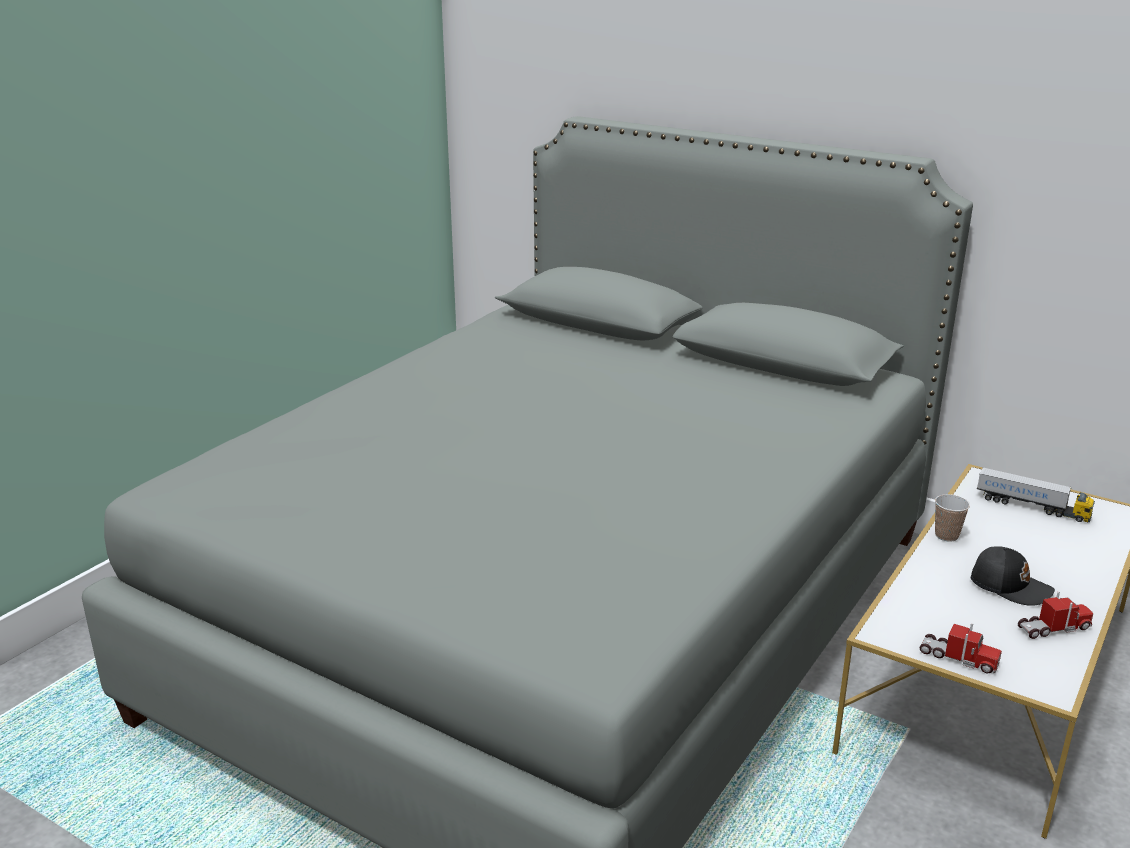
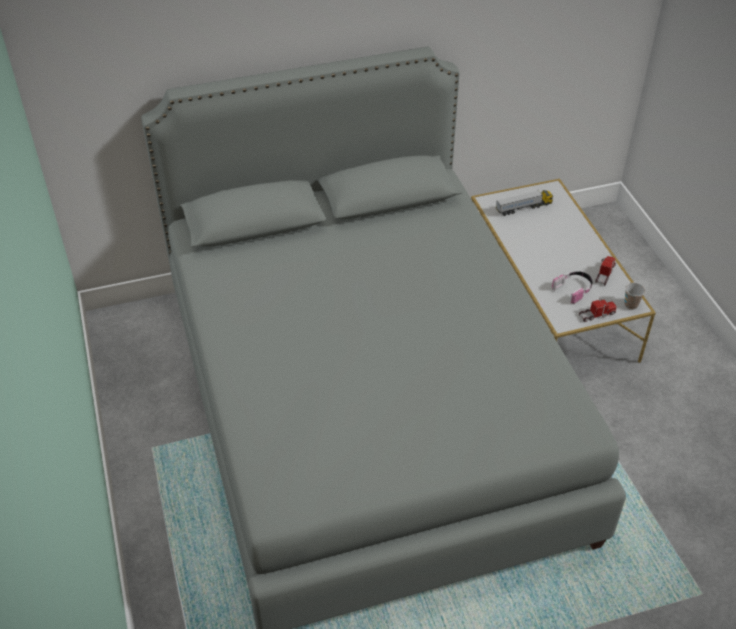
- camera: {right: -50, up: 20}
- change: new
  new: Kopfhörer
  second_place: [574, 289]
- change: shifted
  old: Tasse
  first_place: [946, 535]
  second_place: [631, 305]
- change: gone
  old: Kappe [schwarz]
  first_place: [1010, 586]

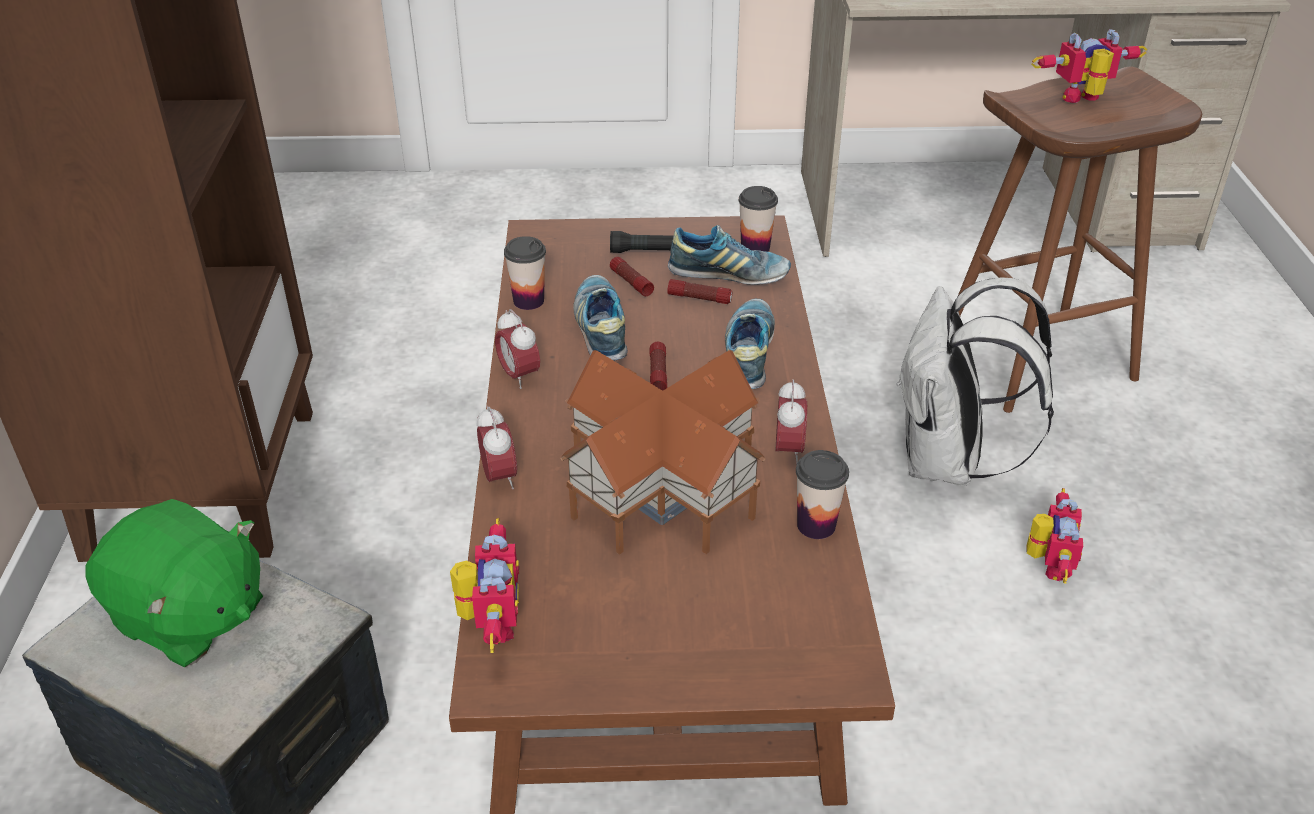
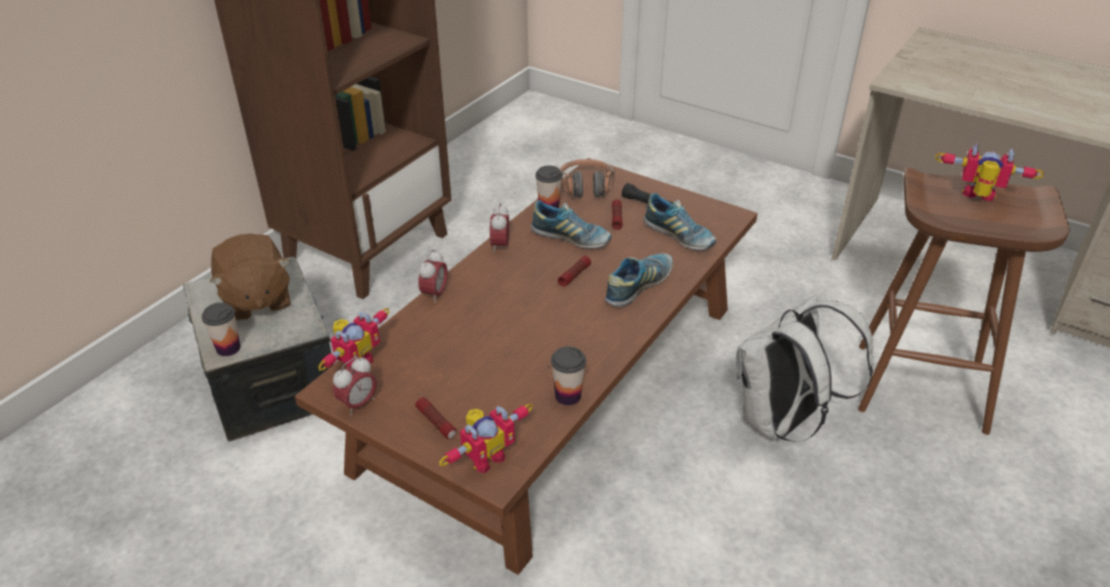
- camera: {right: 35, up: 0}
- change: shifted
  old: Tasse
  first_place: [755, 247]
  second_place: [228, 348]
- change: repainted
  old: Plüschtier [grün]
  new: Plüschtier [braun]
  first_place: [190, 618]
  second_place: [256, 300]
- change: shifted
  old: Wecker
  first_place: [788, 450]
  second_place: [358, 404]
- change: shifted
  old: Taschenlampe
  first_place: [699, 298]
  second_place: [436, 423]
- change: shifted
  old: Spielzeugroboter
  first_place: [1046, 565]
  second_place: [485, 457]
- change: rotated
  old: Schuh
  first_place: [601, 329]
  second_place: [571, 238]
  degrees: 90
- change: new
  new: Kopfhörer
  second_place: [586, 187]
- change: gone
  old: Spielzeughaus
  first_place: [658, 490]

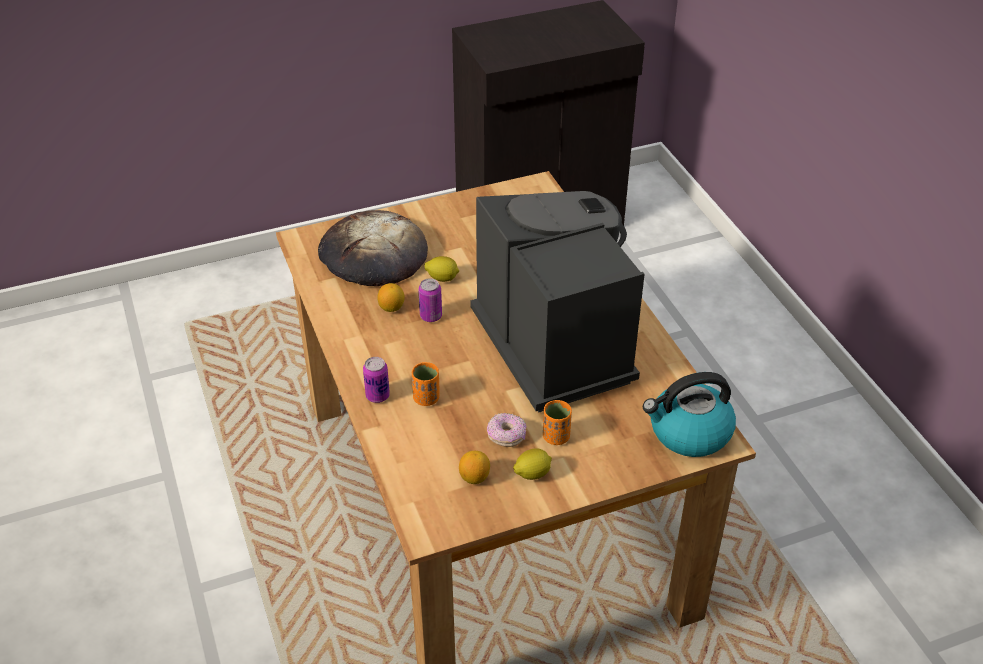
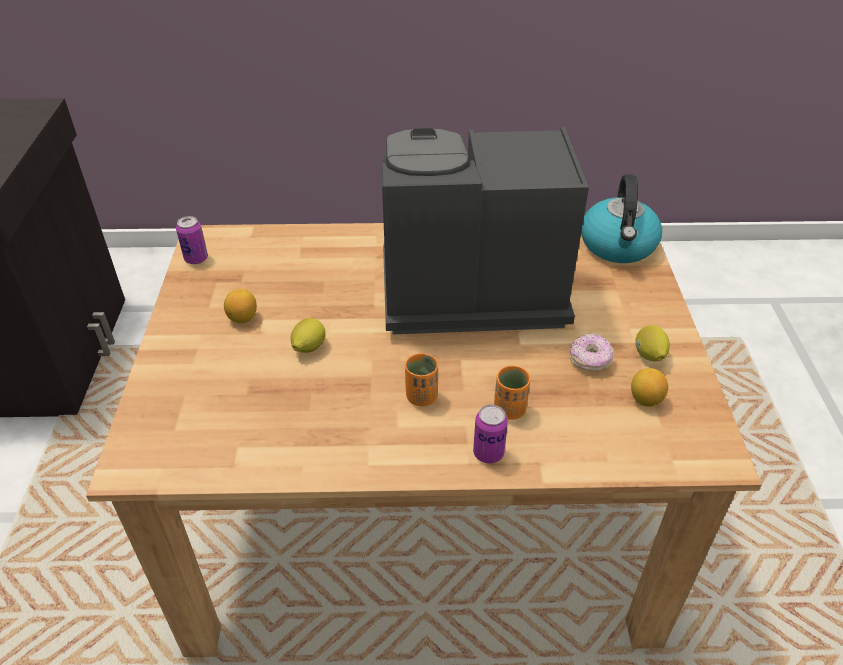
- camera: {right: -70, up: 0}
- change: shifted
  old: Dose
  first_place: [431, 316]
  second_place: [196, 259]
- change: shifted
  old: Zitrone
  first_place: [391, 308]
  second_place: [242, 318]
- change: shifted
  old: Tasse [orange]
  first_place: [556, 437]
  second_place: [421, 397]
- change: gone
  old: Brot
  first_place: [373, 255]

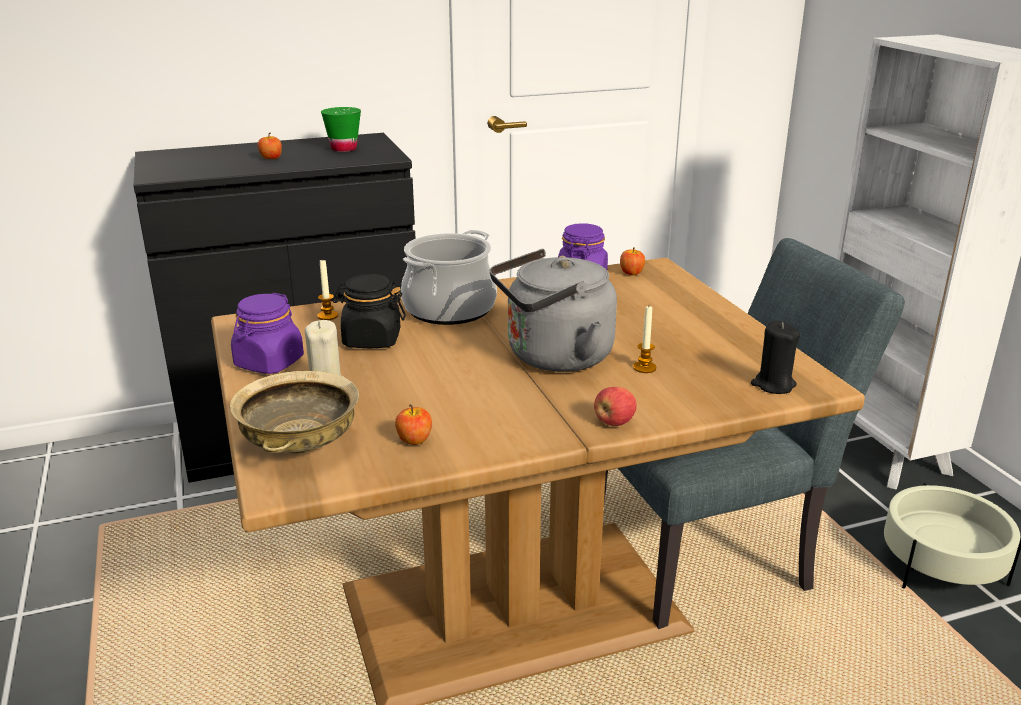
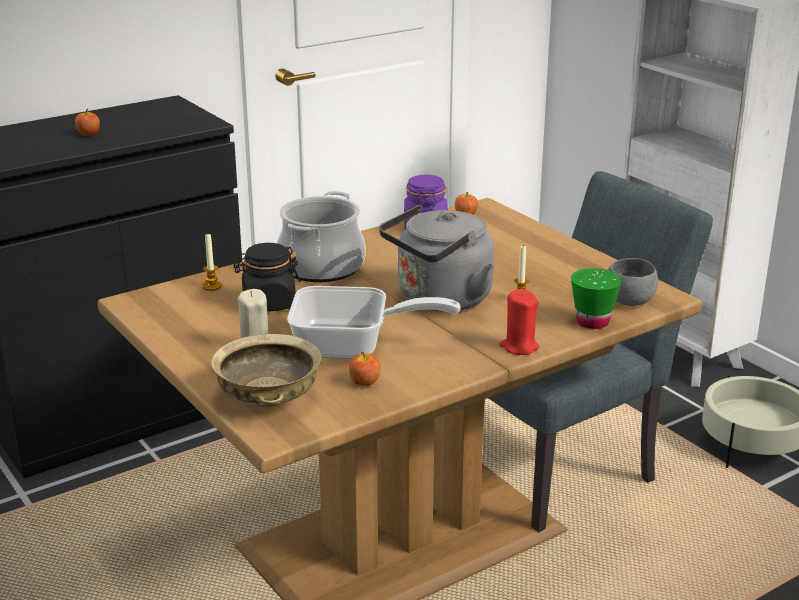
- camera: {right: -15, up: 0}
- change: new
  new: Pfanne
  second_place: [353, 346]
- change: swapped
  old: Apfel
  new: Kerze [rot]
  first_place: [614, 422]
  second_place: [519, 347]
- change: shifted
  old: Tasse [grün]
  first_place: [344, 149]
  second_place: [592, 322]
- change: swapped
  old: Kerze [schwarz]
  new: Schüssel [grau]
  first_place: [773, 385]
  second_place: [629, 301]
- change: gone
  old: Vorratsglas [lila]
  first_place: [269, 363]

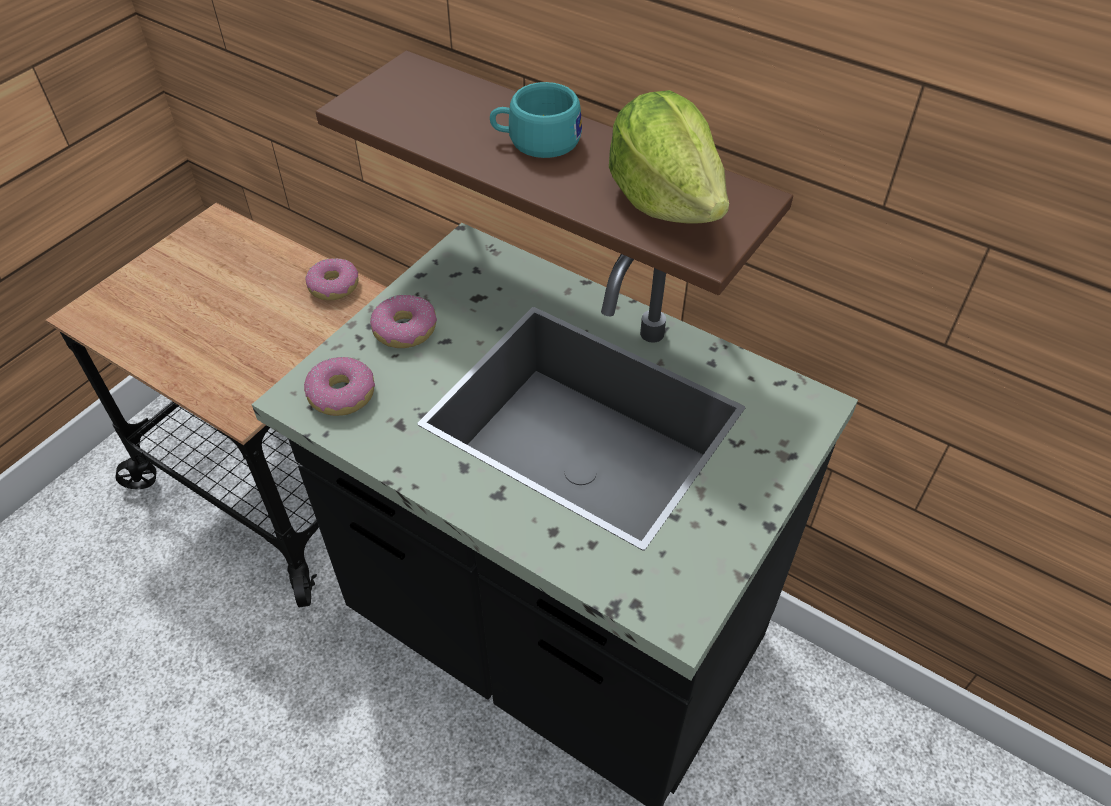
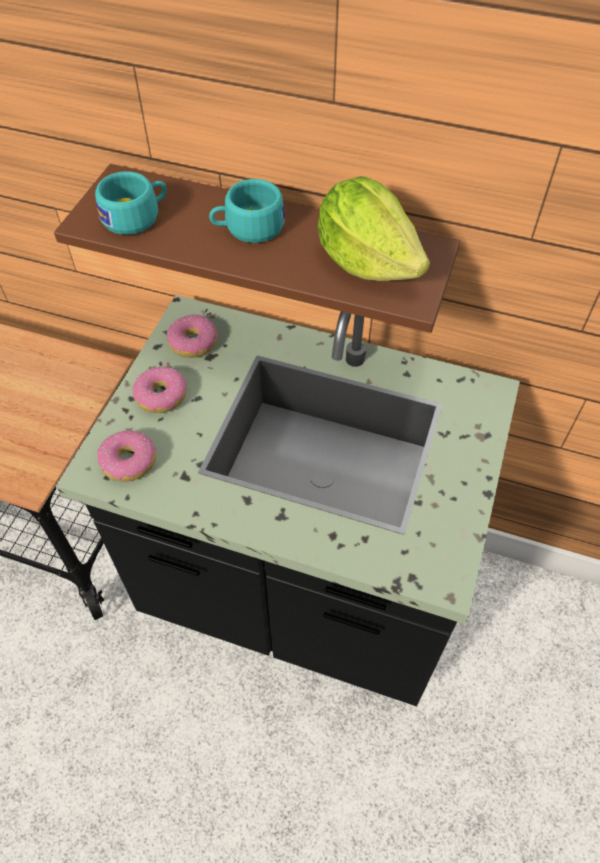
- camera: {right: -15, up: 5}
- change: new
  new: Tasse [türkis]
  second_place: [137, 216]
- change: shifted
  old: Donut
  first_place: [334, 287]
  second_place: [193, 343]

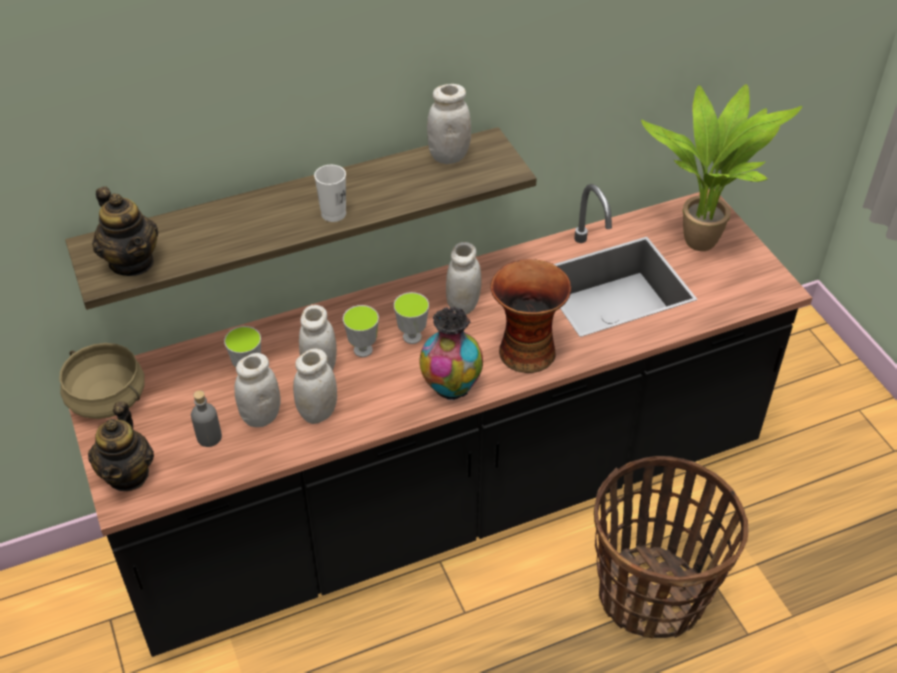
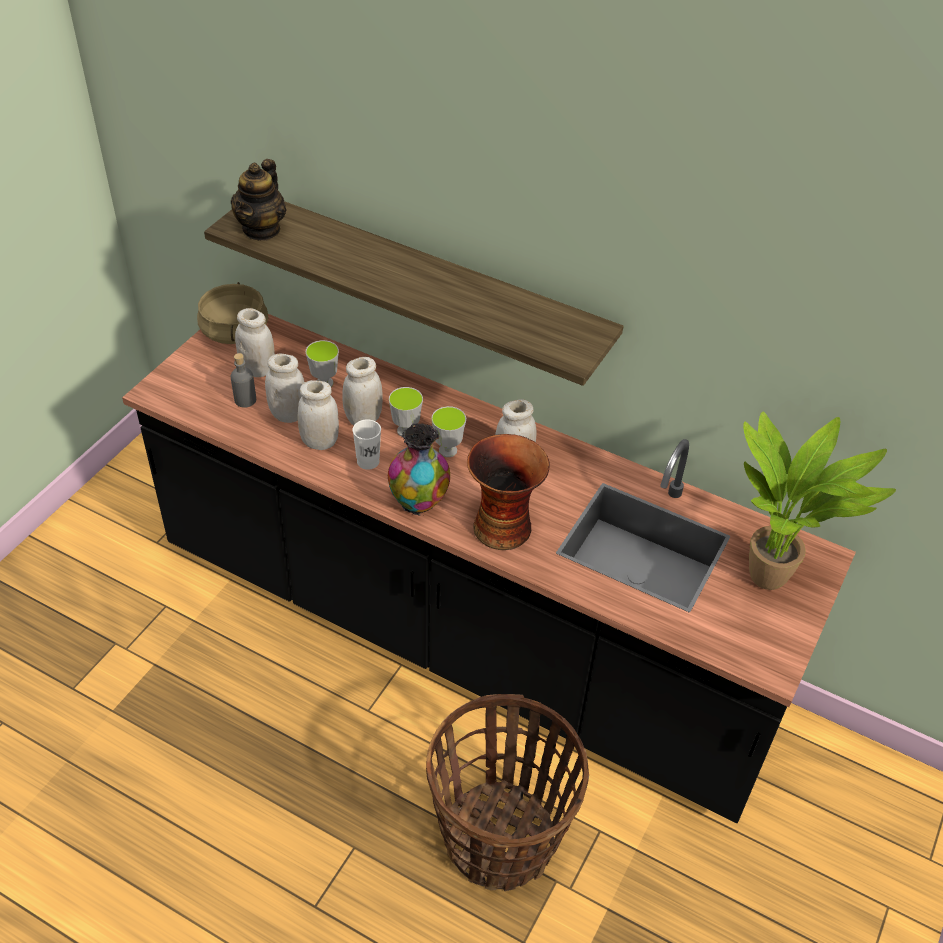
- camera: {right: 50, up: 0}
- change: shifted
  old: Vorratsglas [weiß]
  first_place: [448, 156]
  second_place: [258, 369]
- change: shifted
  old: Tasse [weiß]
  first_place: [333, 214]
  second_place: [368, 461]
- change: gone
  old: Teekanne
  first_place: [128, 474]

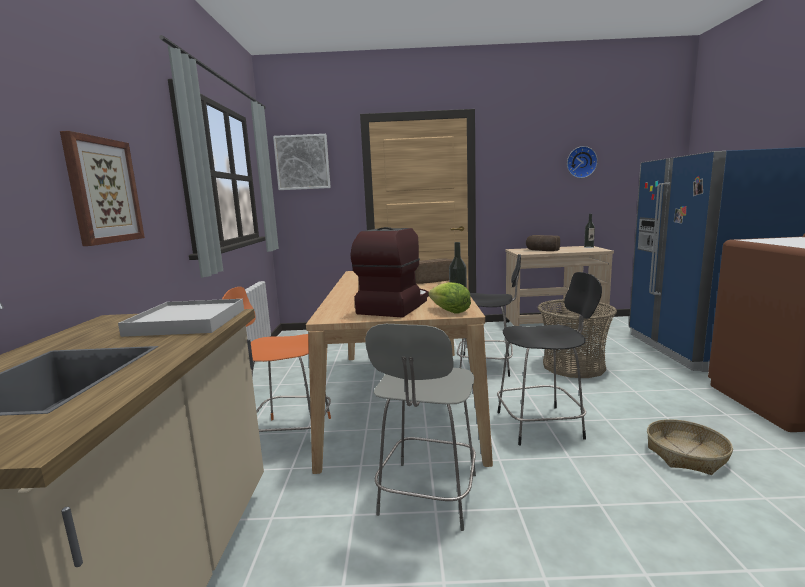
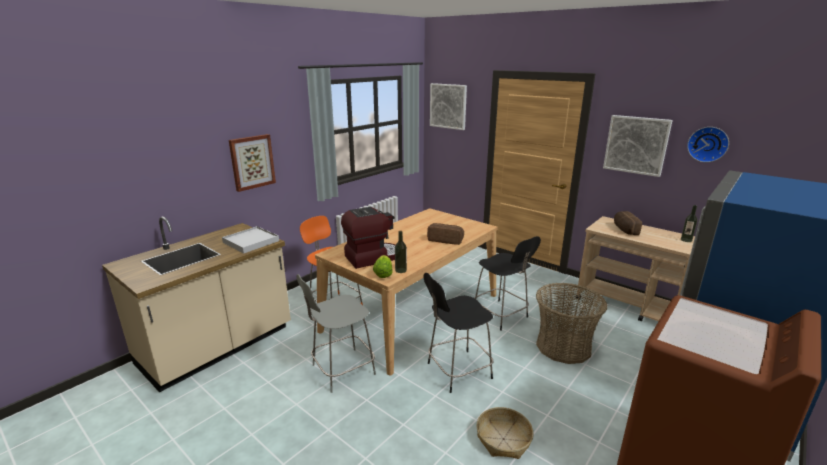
- camera: {right: 40, up: 10}
- change: rotated
  old: Stuhl [schwarz]
  first_place: [542, 424]
  second_place: [457, 371]
  degrees: 120
- change: new
  new: Bild
  second_place: [636, 145]

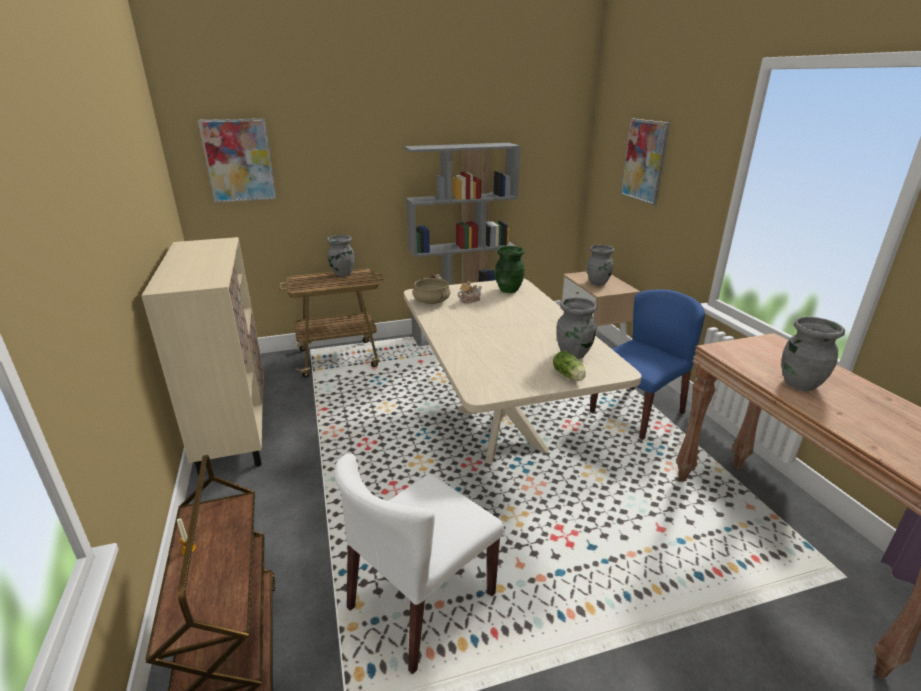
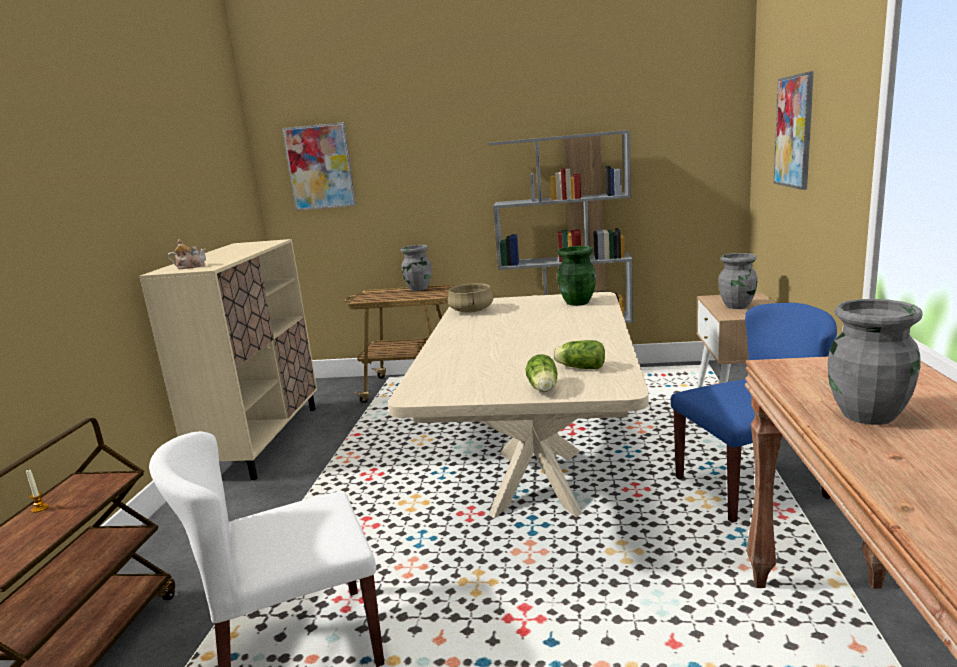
- camera: {right: 25, up: -10}
- change: shifted
  old: Teekanne
  first_place: [469, 300]
  second_place: [190, 267]
- change: swapped
  old: Vase [grau]
  new: Salatkopf
  first_place: [574, 354]
  second_place: [579, 367]

